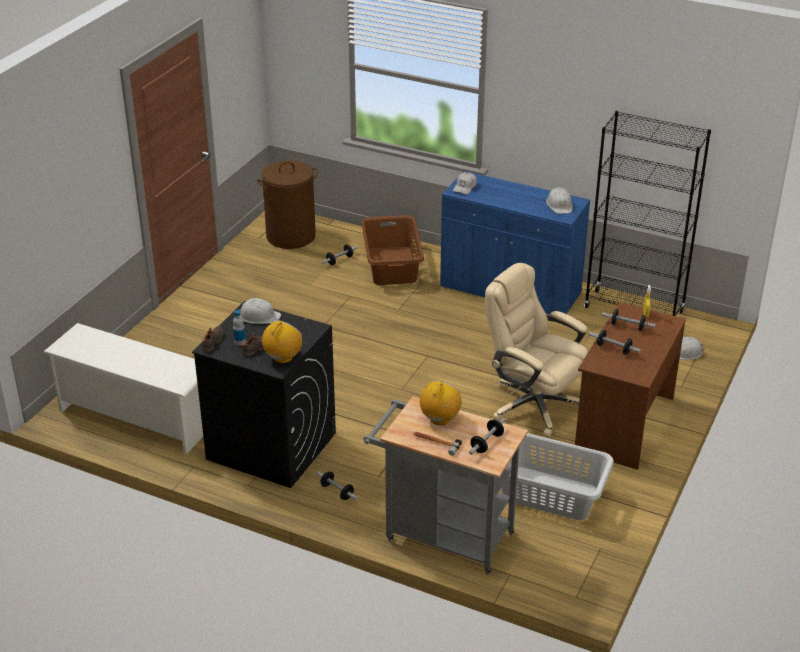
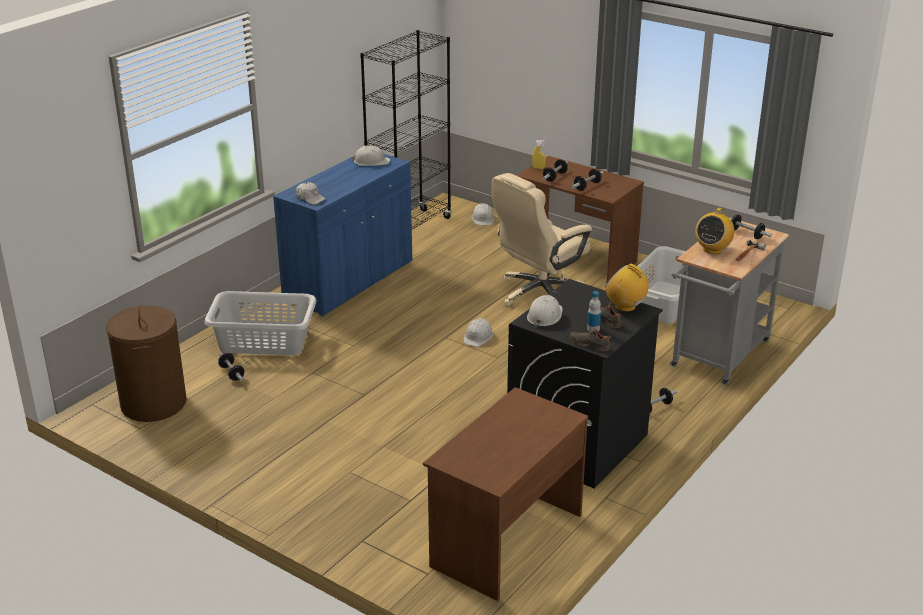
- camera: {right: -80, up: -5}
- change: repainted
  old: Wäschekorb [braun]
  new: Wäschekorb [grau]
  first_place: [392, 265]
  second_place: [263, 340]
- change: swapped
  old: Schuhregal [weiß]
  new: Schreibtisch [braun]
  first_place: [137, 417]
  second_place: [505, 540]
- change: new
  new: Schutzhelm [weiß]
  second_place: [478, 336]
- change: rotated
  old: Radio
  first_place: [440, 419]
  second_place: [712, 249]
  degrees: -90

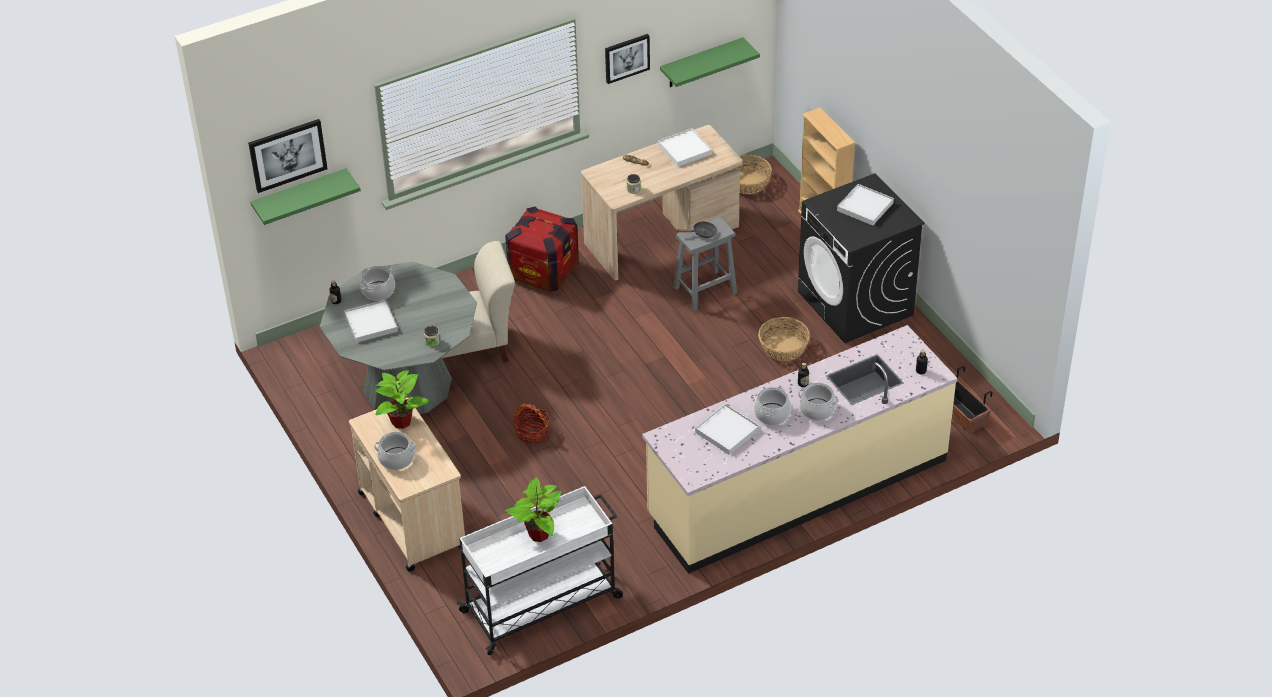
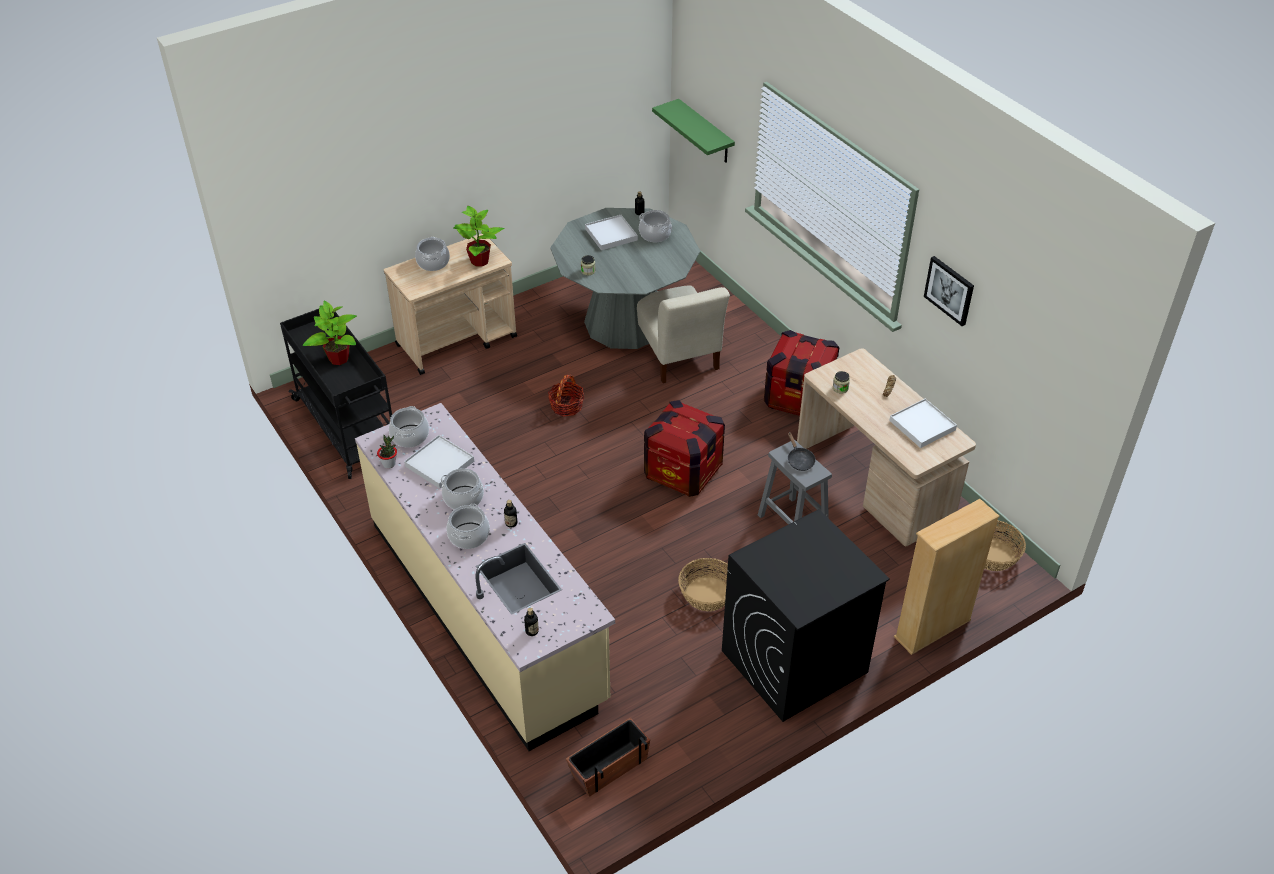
- camera: {right: 85, up: 0}
- change: repainted
  old: Rollwagen [weiß]
  new: Rollwagen [schwarz]
  first_place: [543, 604]
  second_place: [348, 428]
- change: new
  new: Topfpflanze
  second_place: [389, 464]
- change: new
  new: Kochtopf
  second_place: [409, 436]
- change: new
  new: Kiste
  second_place: [683, 472]
- change: gone
  old: Bild
  first_place: [287, 155]
- change: gone
  old: Wandregal [grün]
  first_place: [701, 63]
- change: gone
  old: Tablett [weiß]
  first_place: [865, 206]

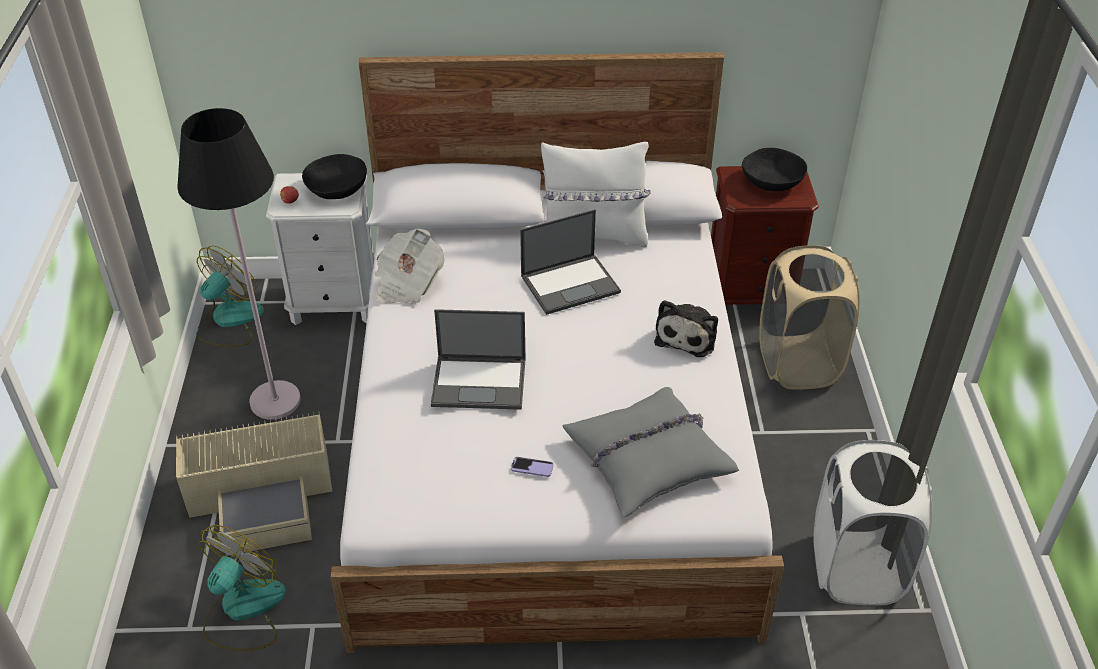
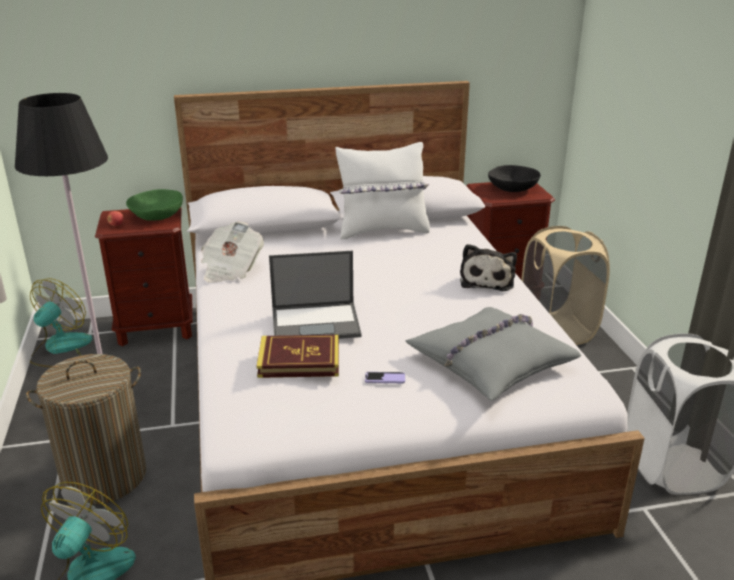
- camera: {right: -10, up: -15}
- change: swapped
  old: Aufbewahrungsbox [beige]
  new: Wäschekorb
  first_place: [264, 495]
  second_place: [104, 476]
- change: repainted
  old: Nachttisch [weiß]
  new: Nachttisch [braun]
  first_place: [334, 303]
  second_place: [156, 328]
- change: repainted
  old: Schüssel [schwarz]
  new: Schüssel [grün]
  first_place: [337, 189]
  second_place: [157, 215]
- change: new
  new: Buch
  second_place: [299, 361]
- change: gone
  old: Laptop
  first_place: [571, 283]

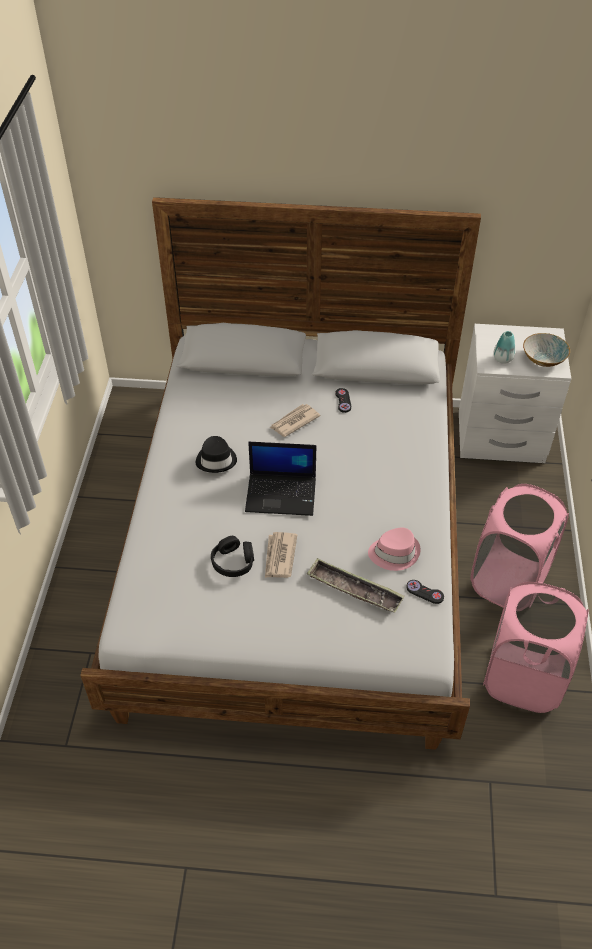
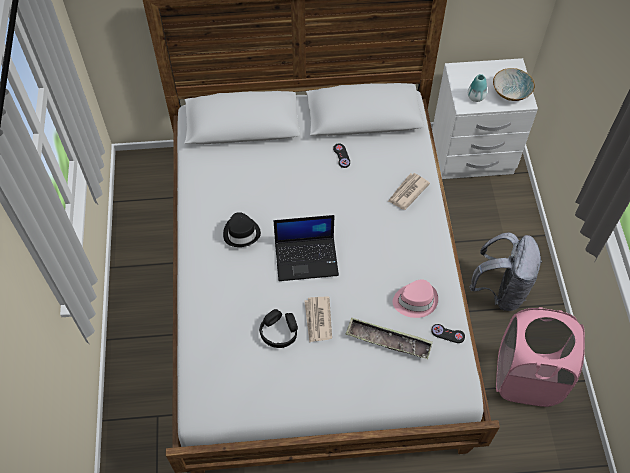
- camera: {right: -10, up: 10}
- change: shifted
  old: Zeitung
  first_place: [294, 422]
  second_place: [407, 192]
- change: swapped
  old: Wäschekorb [rosa]
  new: Rucksack [grau]
  first_place: [508, 580]
  second_place: [500, 290]

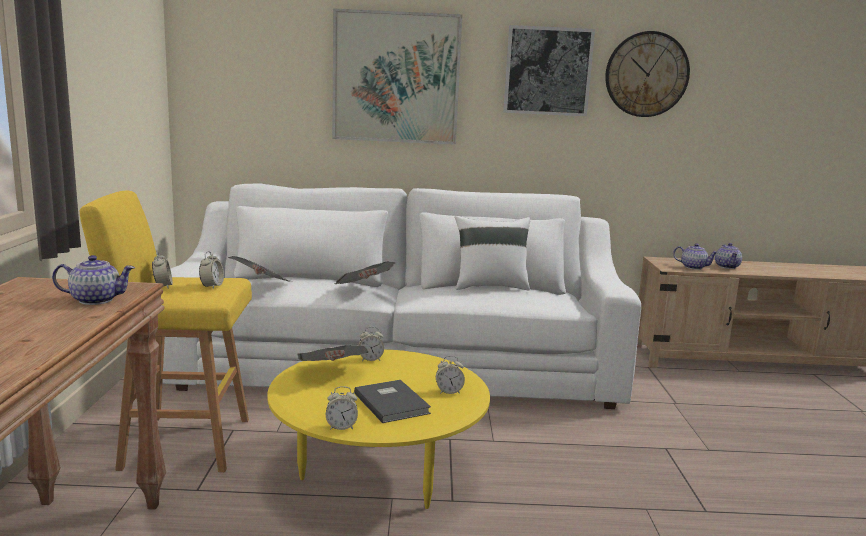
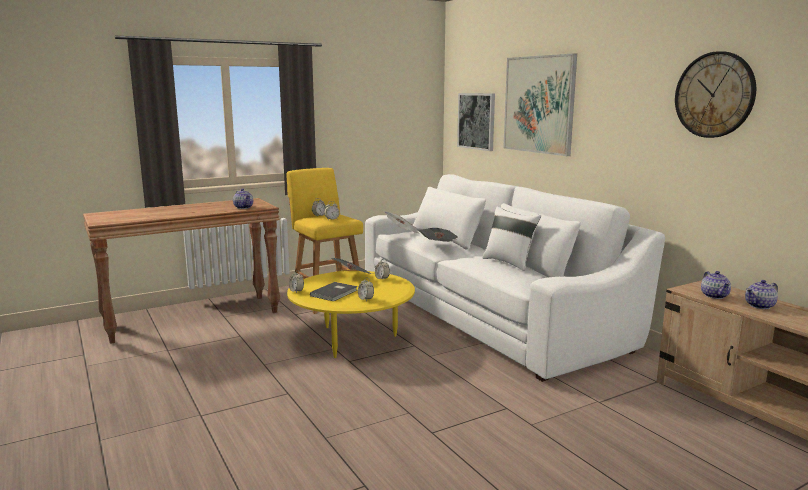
- camera: {right: 60, up: 0}
- change: shifted
  old: Bild
  first_place: [547, 71]
  second_place: [476, 121]

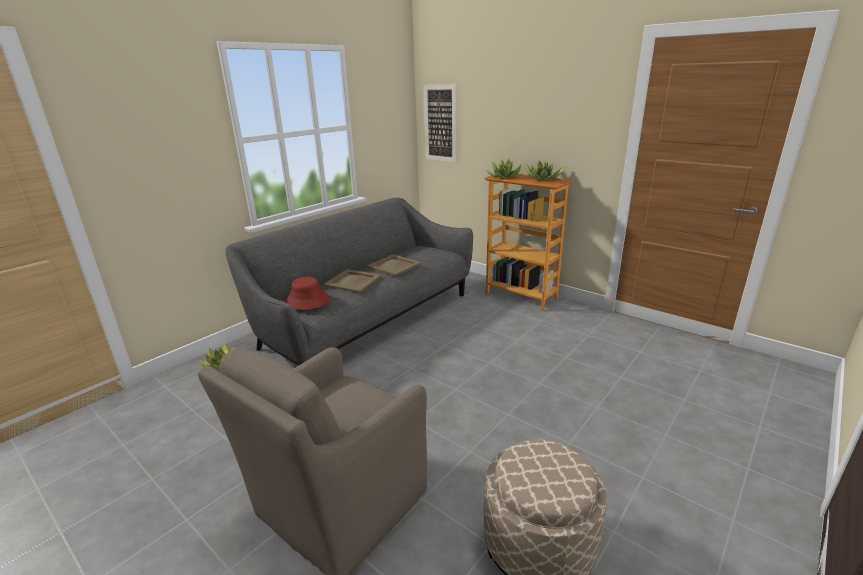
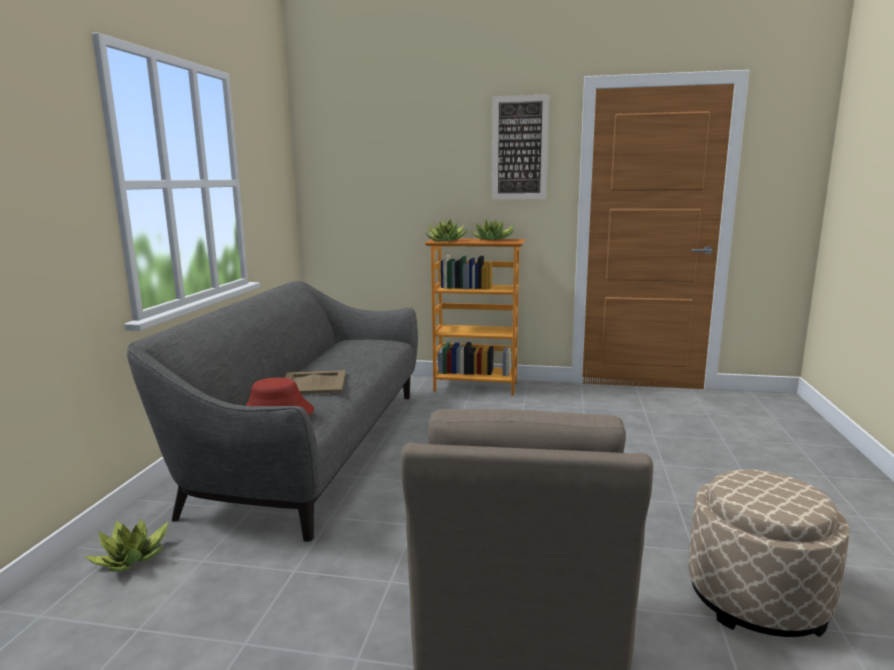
- camera: {right: -30, up: -10}
- change: shifted
  old: Bild
  first_place: [440, 123]
  second_place: [519, 148]
- change: gone
  old: Tablett [beige]
  first_place: [394, 265]

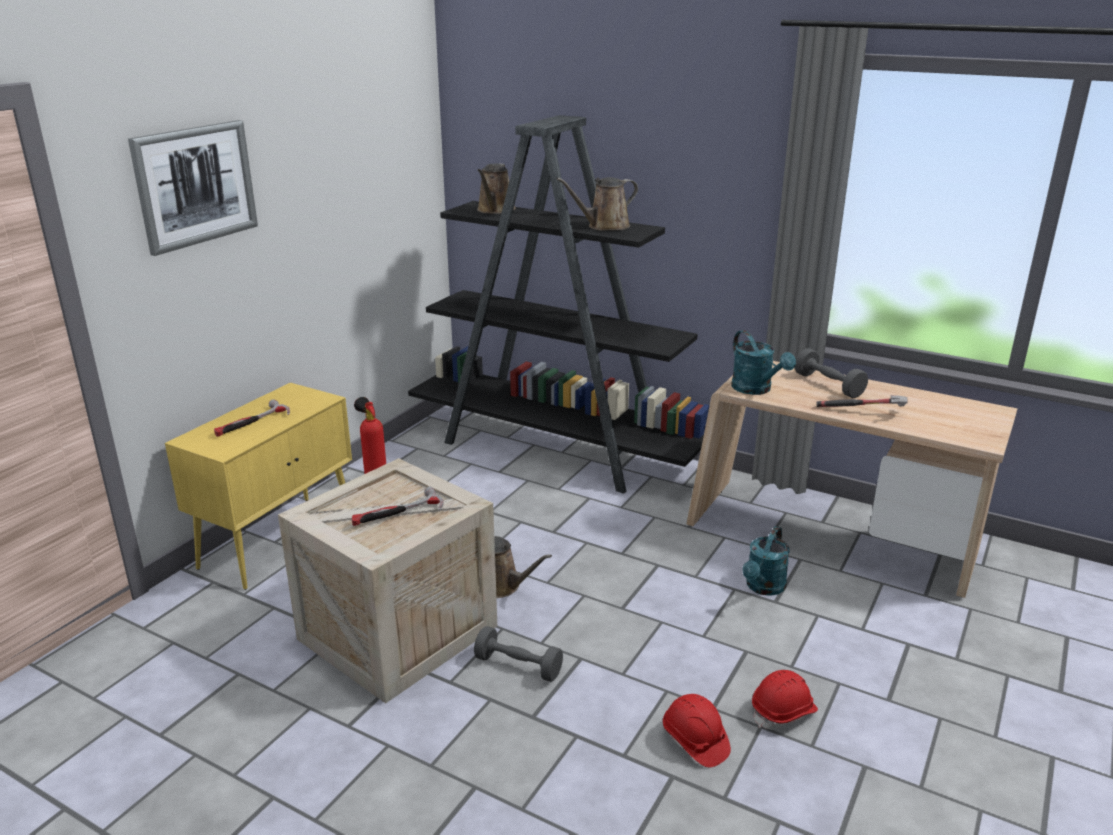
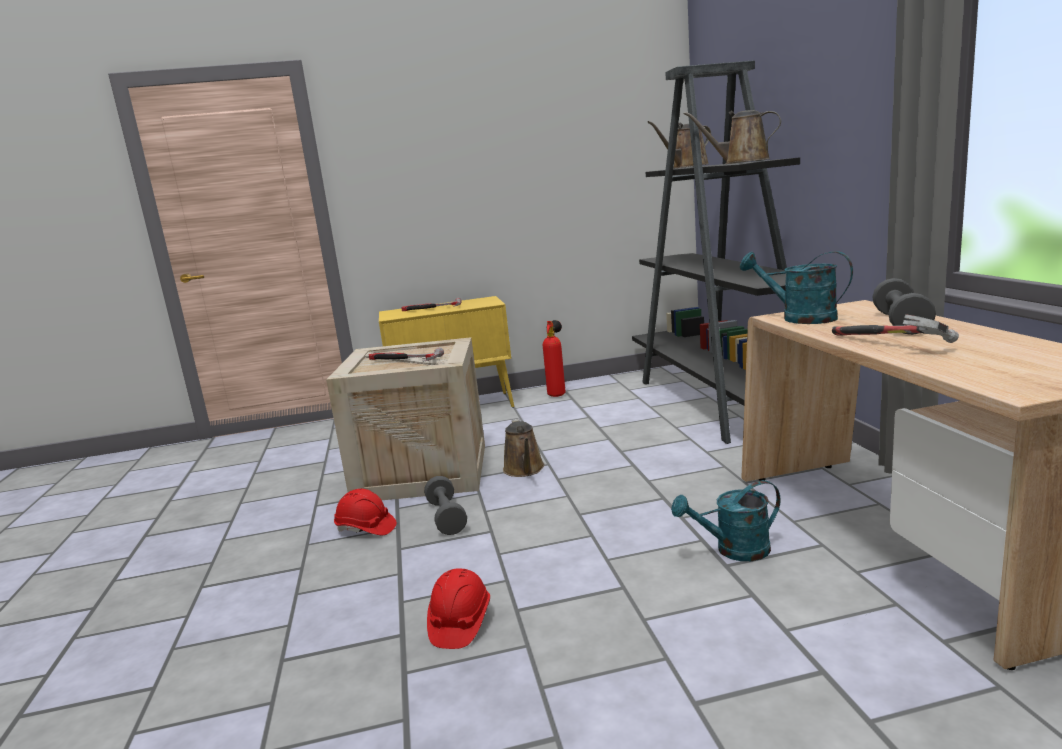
- camera: {right: 50, up: -10}
- change: shifted
  old: Schutzhelm [rot]
  first_place: [783, 712]
  second_place: [366, 528]
- change: rotated
  old: Gießkanne [türkis]
  first_place: [756, 389]
  second_place: [799, 318]
  degrees: 105
- change: gone
  old: Bild
  first_place: [195, 185]

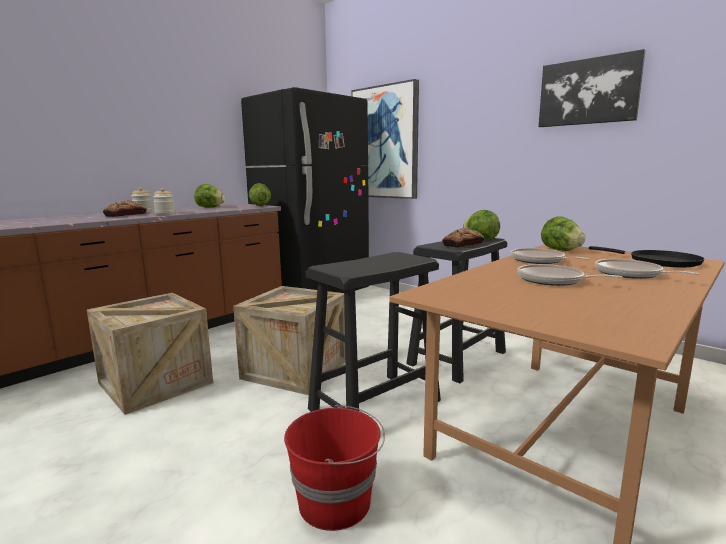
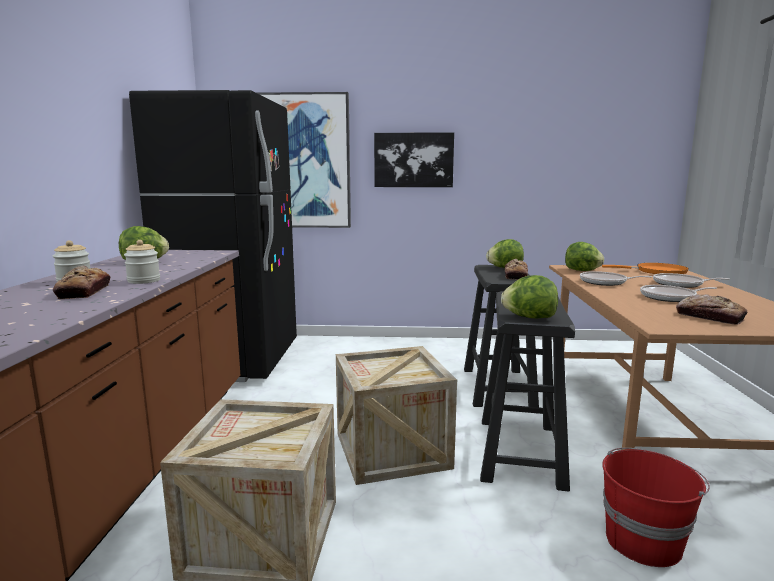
- camera: {right: -40, up: 0}
- change: shifted
  old: Bild
  first_place: [588, 92]
  second_place: [413, 160]
- change: shifted
  old: Salatkopf
  first_place: [259, 206]
  second_place: [529, 317]
- change: repainted
  old: Pfanne [schwarz]
  new: Pfanne [orange]
  first_place: [658, 262]
  second_place: [657, 272]
- change: new
  new: Brot
  second_place: [709, 317]

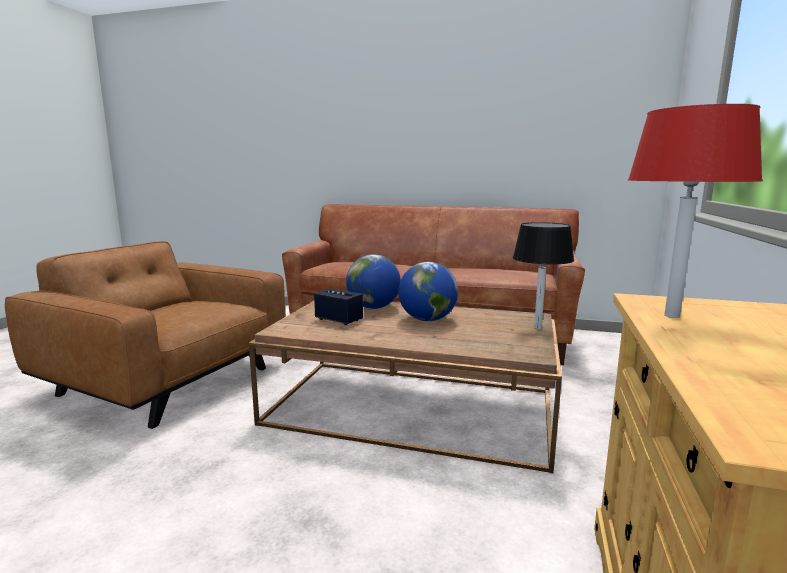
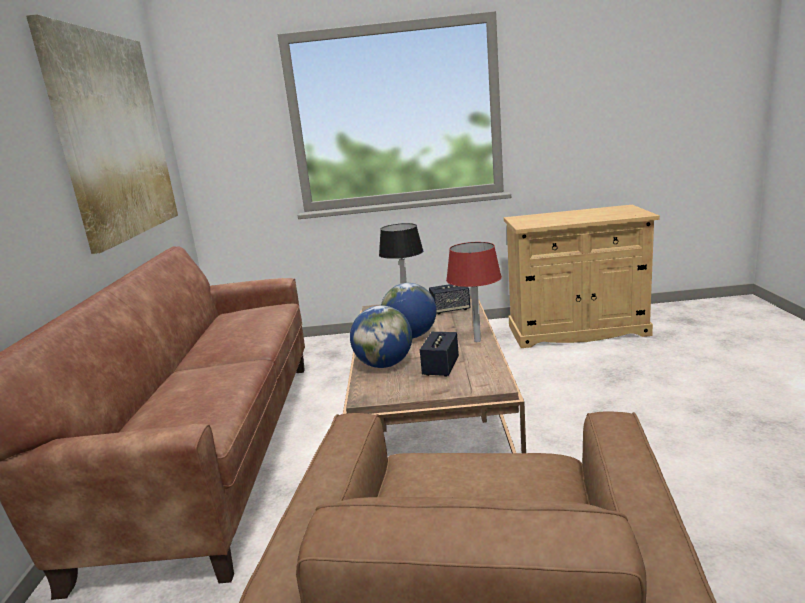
- camera: {right: -105, up: 5}
- change: new
  new: Bild
  second_place: [113, 136]
- change: new
  new: Lautsprecher
  second_place: [450, 310]
- change: shifted
  old: Tischlampe [rot]
  first_place: [671, 316]
  second_place: [477, 341]

